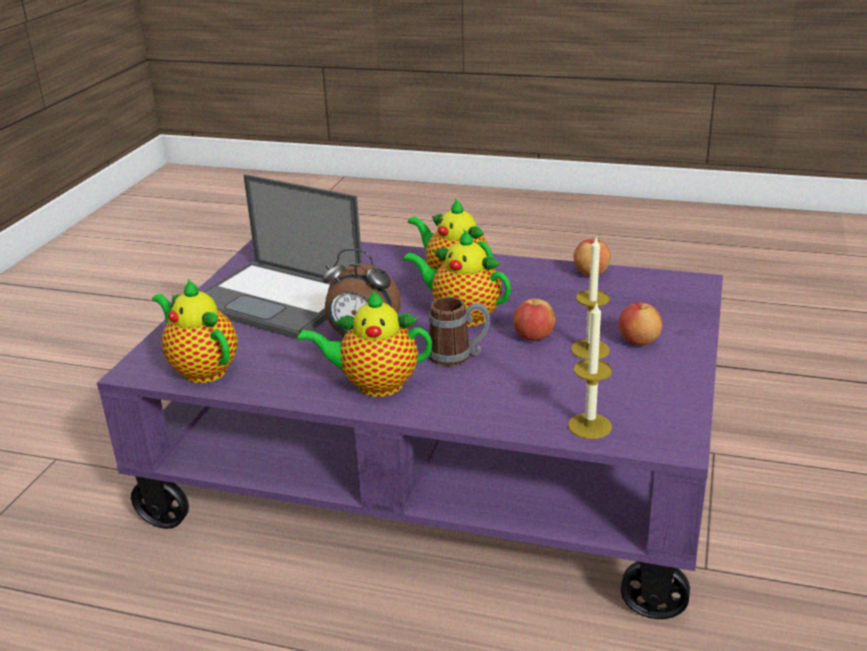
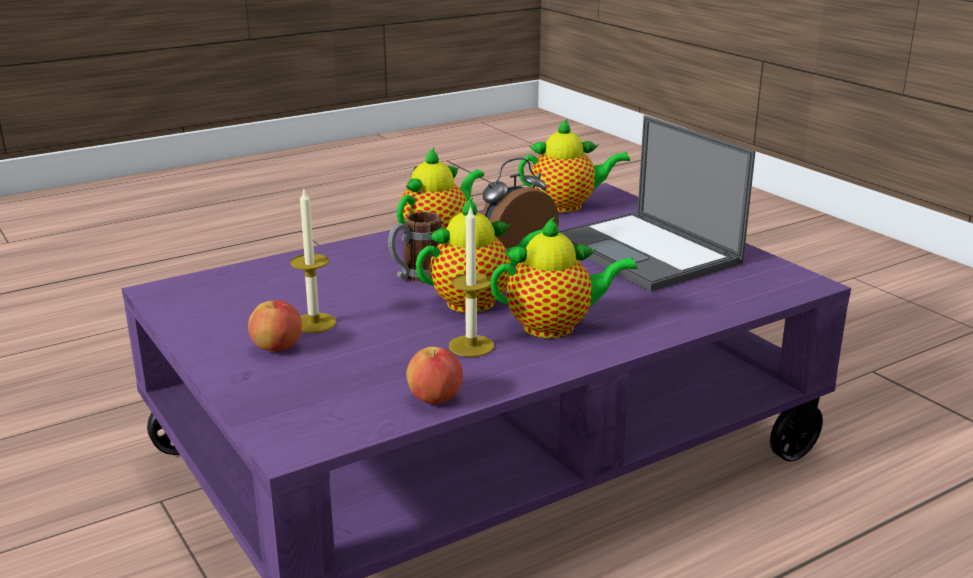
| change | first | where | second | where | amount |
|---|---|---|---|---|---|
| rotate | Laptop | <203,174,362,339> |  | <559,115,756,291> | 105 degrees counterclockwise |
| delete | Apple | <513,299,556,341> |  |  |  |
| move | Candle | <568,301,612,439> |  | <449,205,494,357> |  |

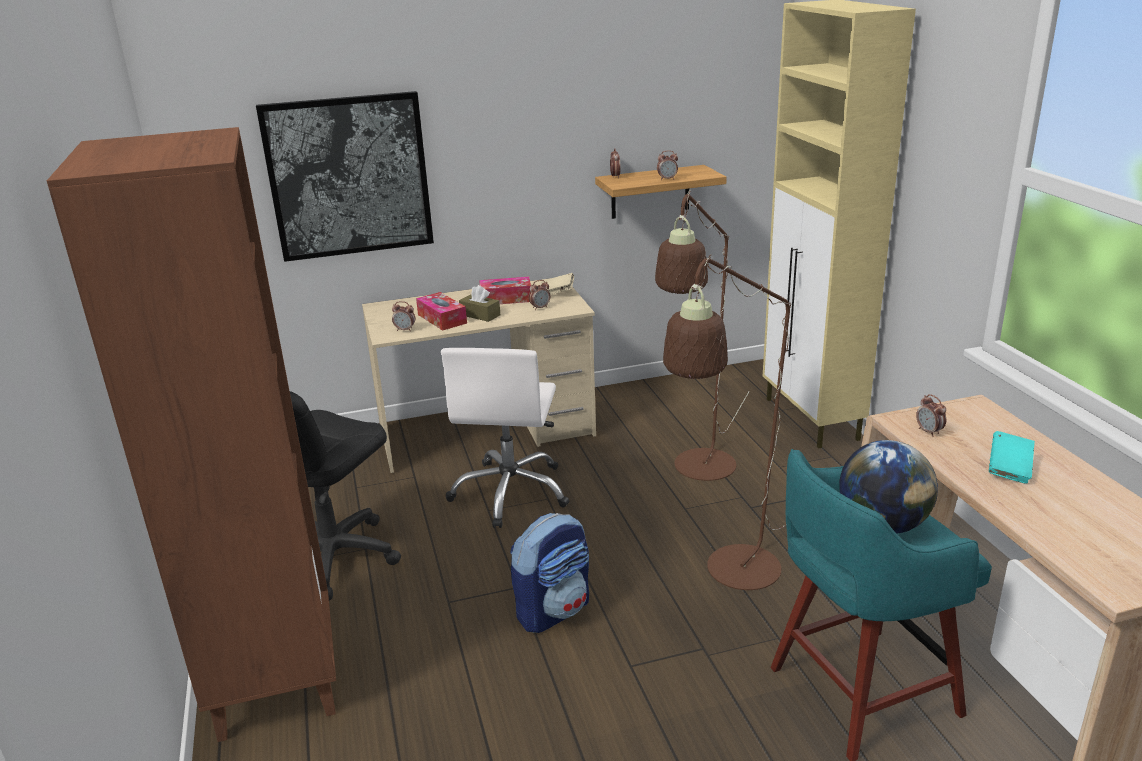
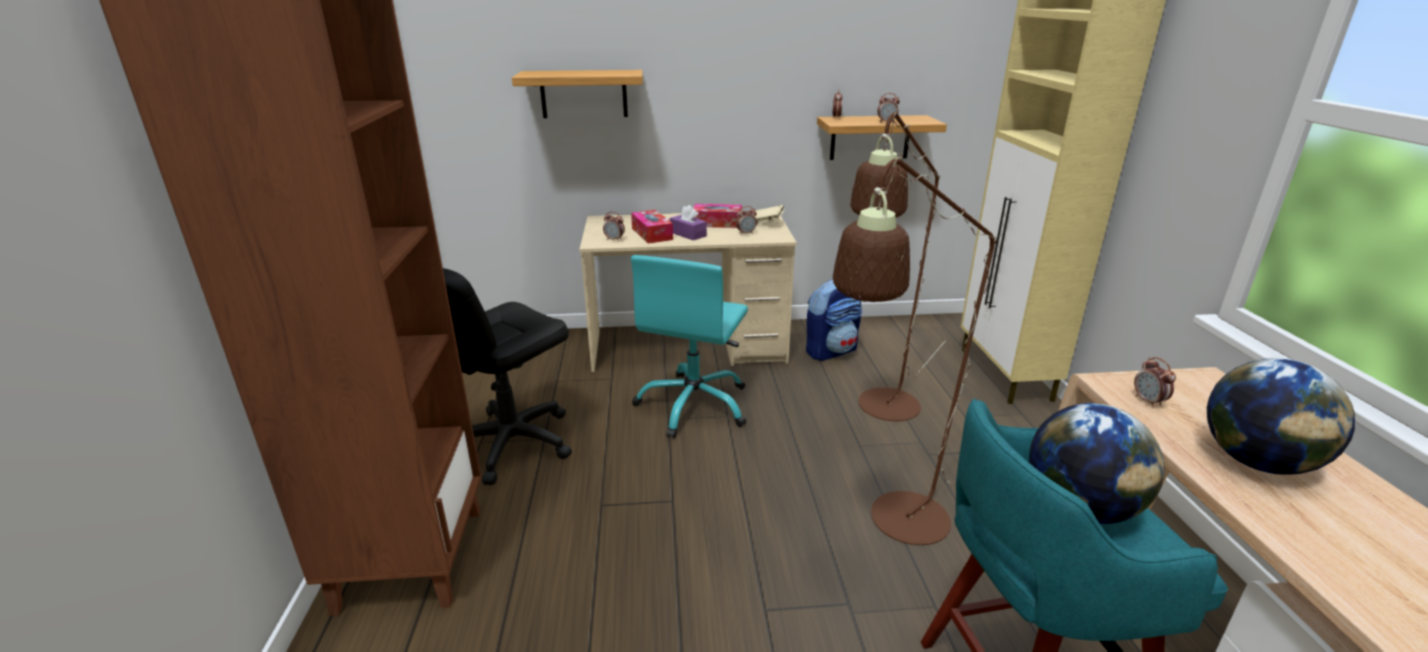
| change | first | where | second | where | amount |
|---|---|---|---|---|---|
| replace | Picture | <256,91,434,262> | Shelf | <512,70,643,118> |  |
| recolor | BrownTissueBox | <459,285,500,322> | PurpleTissueBox | <669,205,707,240> |  |
| recolor | WhiteOfficeChair | <441,348,569,528> | TurquoiseOfficeChair | <631,255,748,438> |  |
| replace | TurquoiseBook | <989,431,1035,484> | Globe | <1207,359,1355,475> |  |
| move | Backpack | <510,513,589,633> |  | <806,279,862,361> |  |

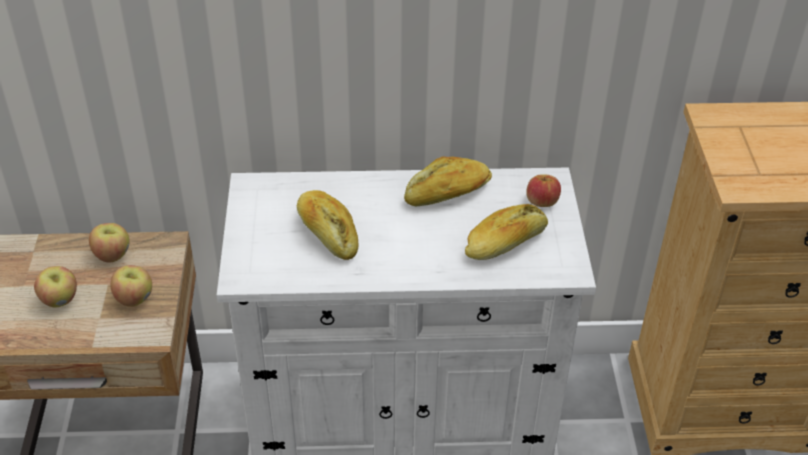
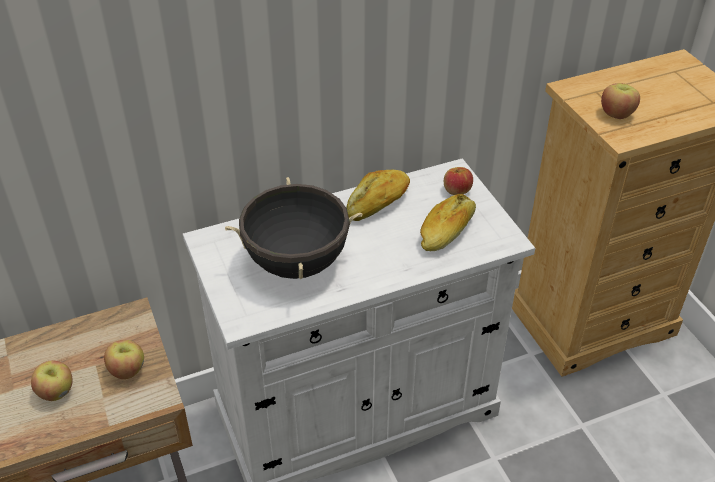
| change | first | where | second | where | amount |
|---|---|---|---|---|---|
| replace | Bread | <297,190,358,260> | BlackCookingPot | <225,177,362,279> |  |
| move | Apple | <89,223,130,262> |  | <601,83,640,119> |  |

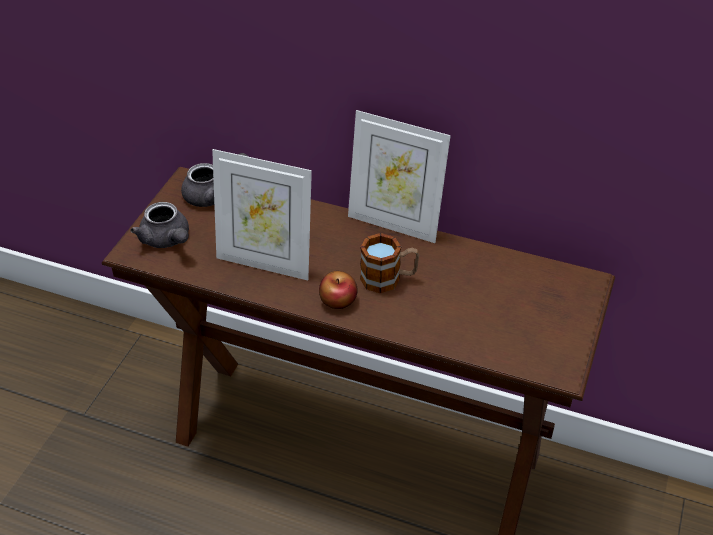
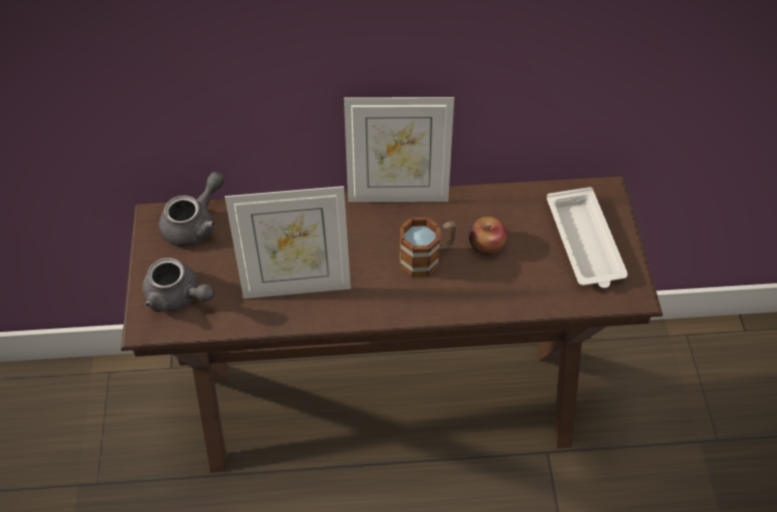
| change | first | where | second | where | amount |
|---|---|---|---|---|---|
| move | Apple | <319,271,358,309> |  | <469,216,508,255> |  |
| insert |  |  | WhiteTray | <547,187,628,288> |  |

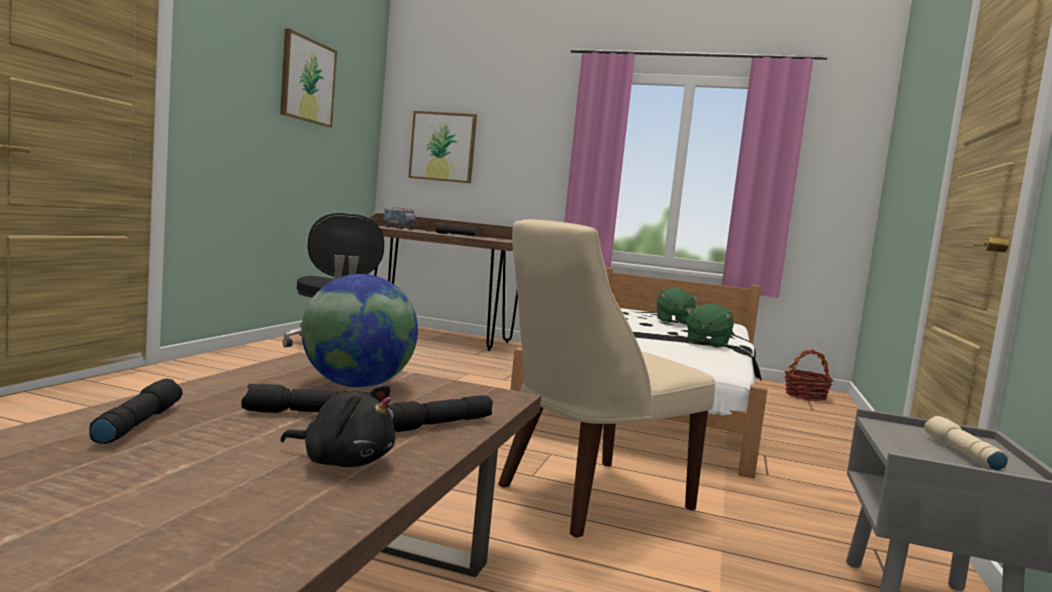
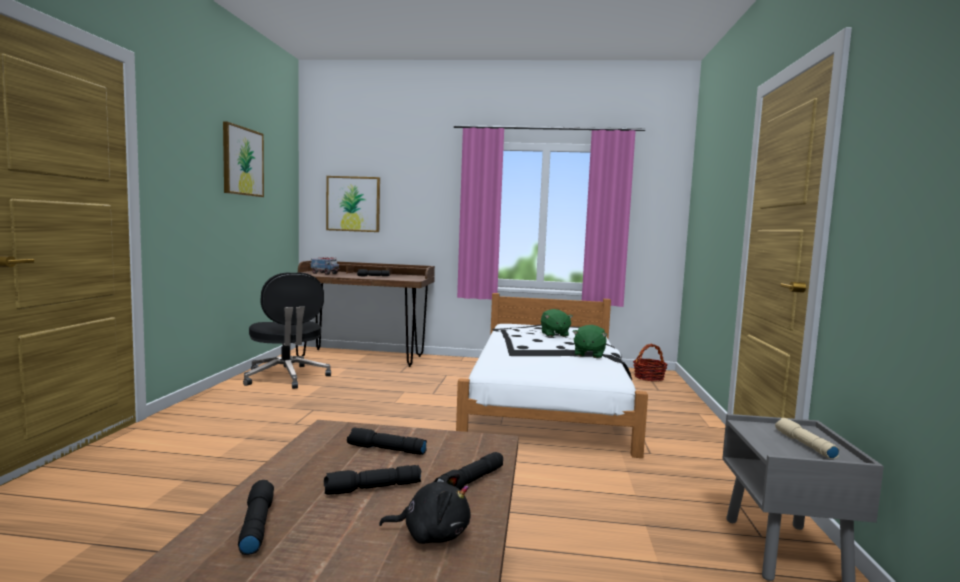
| change | first | where | second | where | amount |
|---|---|---|---|---|---|
| delete | BeigeChair | <498,219,715,538> |  |  |  |
| replace | Globe | <301,274,418,388> | BlackFlashlight | <347,428,427,455> |  |

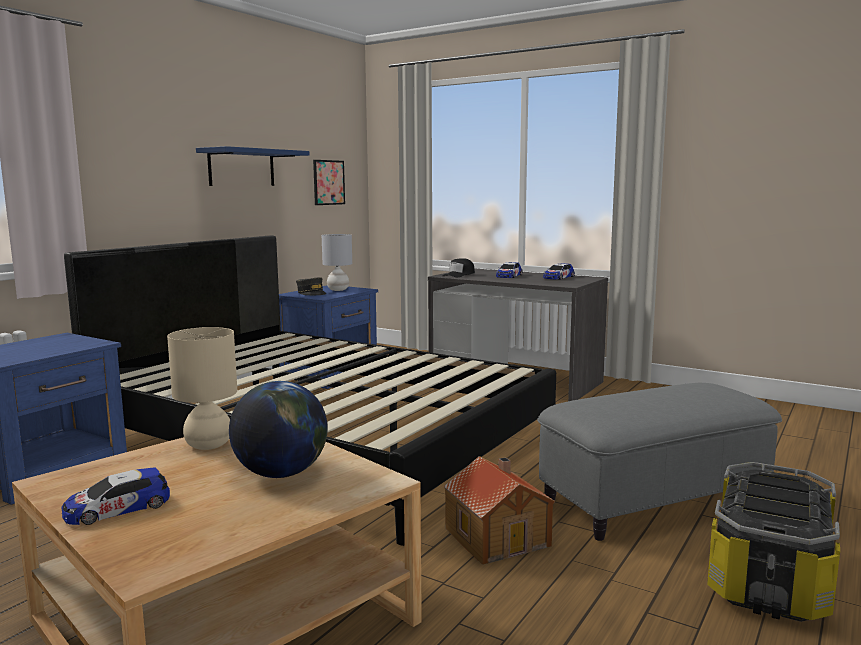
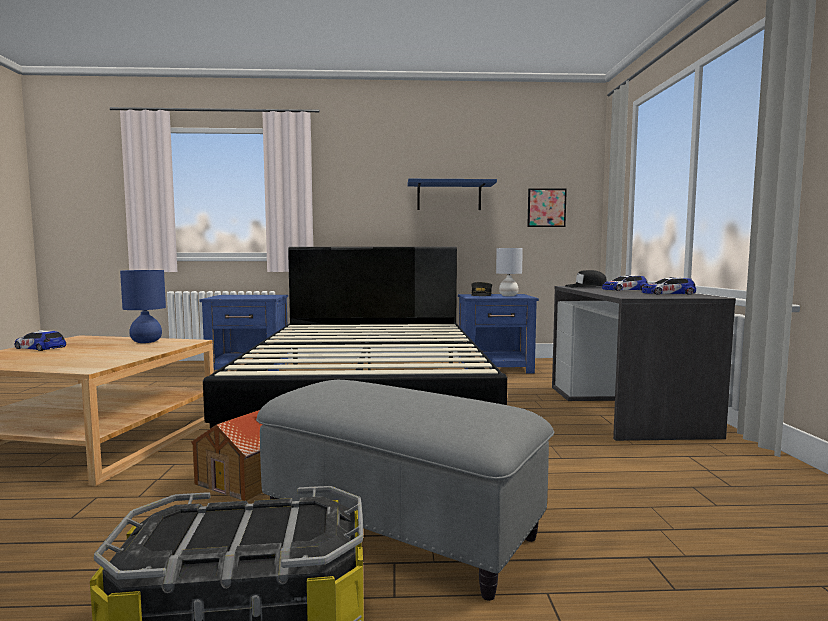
| change | first | where | second | where | amount |
|---|---|---|---|---|---|
| recolor | BeigeTableLamp | <167,327,237,450> | BlueTableLamp | <120,270,166,343> |  |
| delete | Globe | <229,381,328,478> |  |  |  |

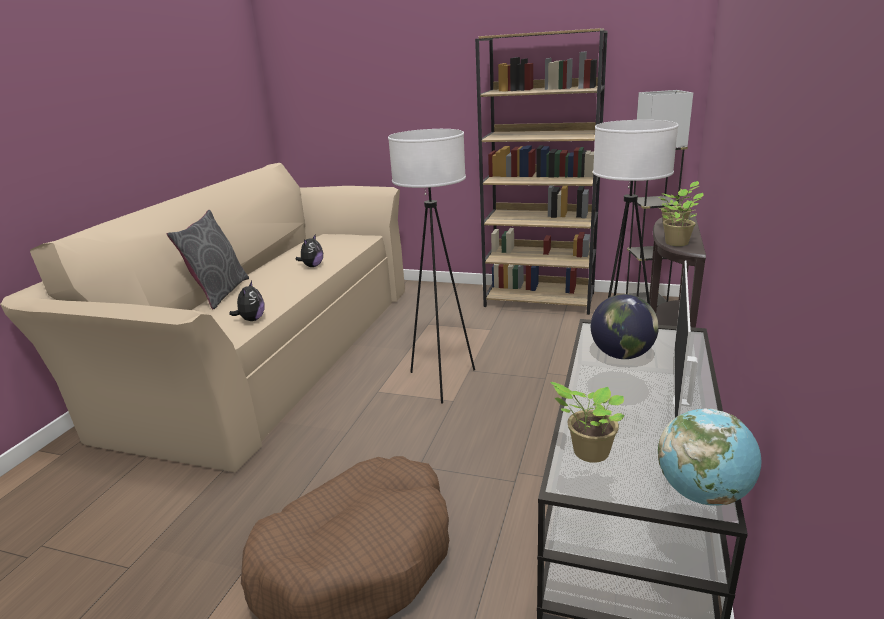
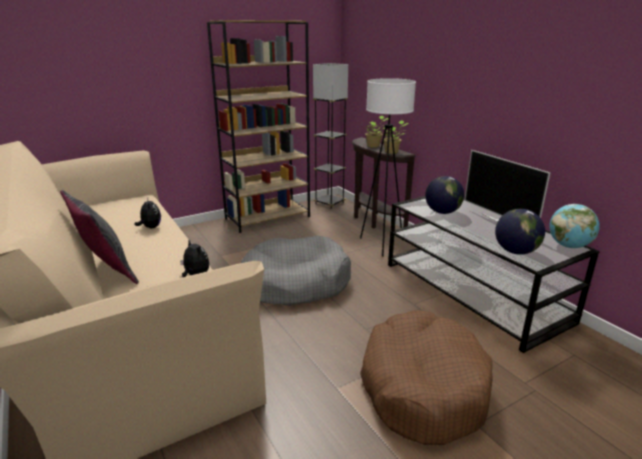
| change | first | where | second | where | amount |
|---|---|---|---|---|---|
| replace | WhiteFloorLamp | <388,129,475,404> | GreyDogBed | <241,236,351,306> |  |
| replace | PottedPlant | <550,382,625,463> | Globe | <495,209,545,255> |  |

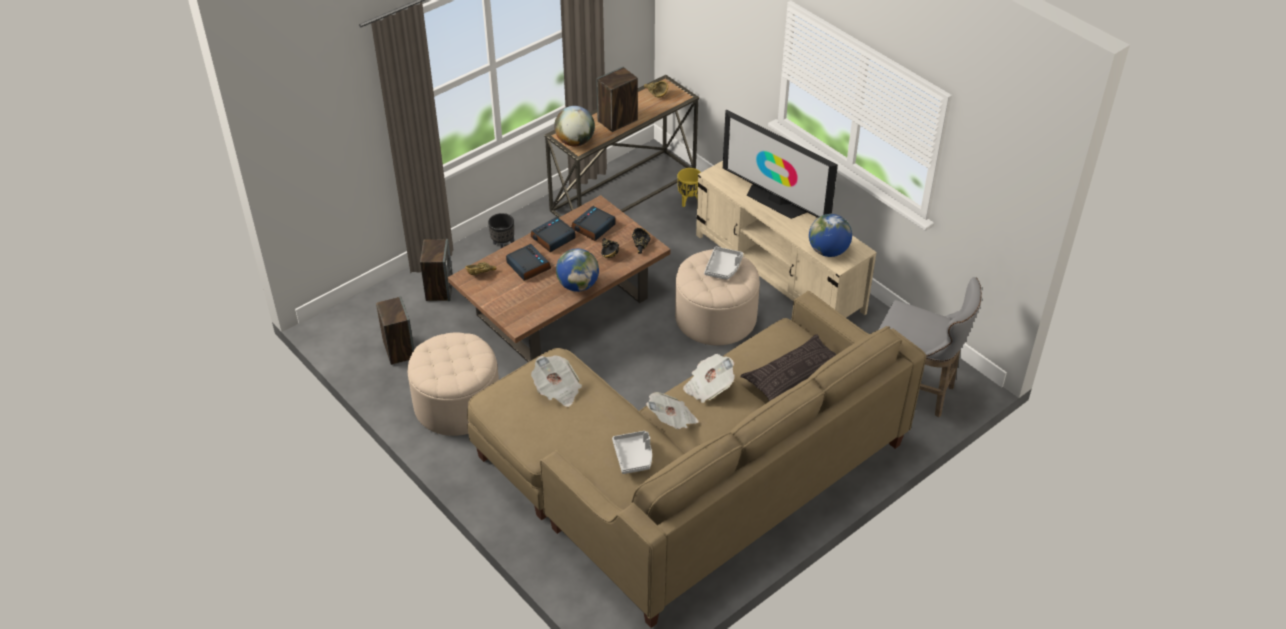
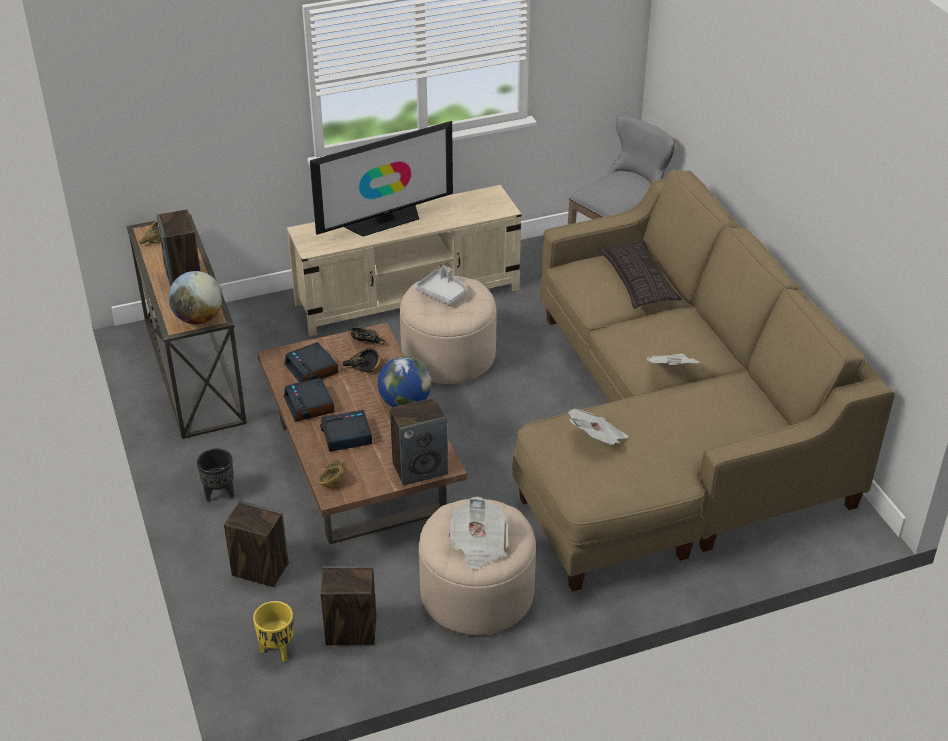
| change | first | where | second | where | amount |
|---|---|---|---|---|---|
| move | YellowPlanter | <677,168,701,207> |  | <253,601,294,662> |  |
| delete | Globe | <809,214,852,257> |  |  |  |
| move | Newspaper | <683,354,735,403> |  | <448,497,509,569> |  |
| delete | GreyTray | <612,431,652,474> |  |  |  |
| insert |  |  | Speaker | <390,398,448,486> |  |

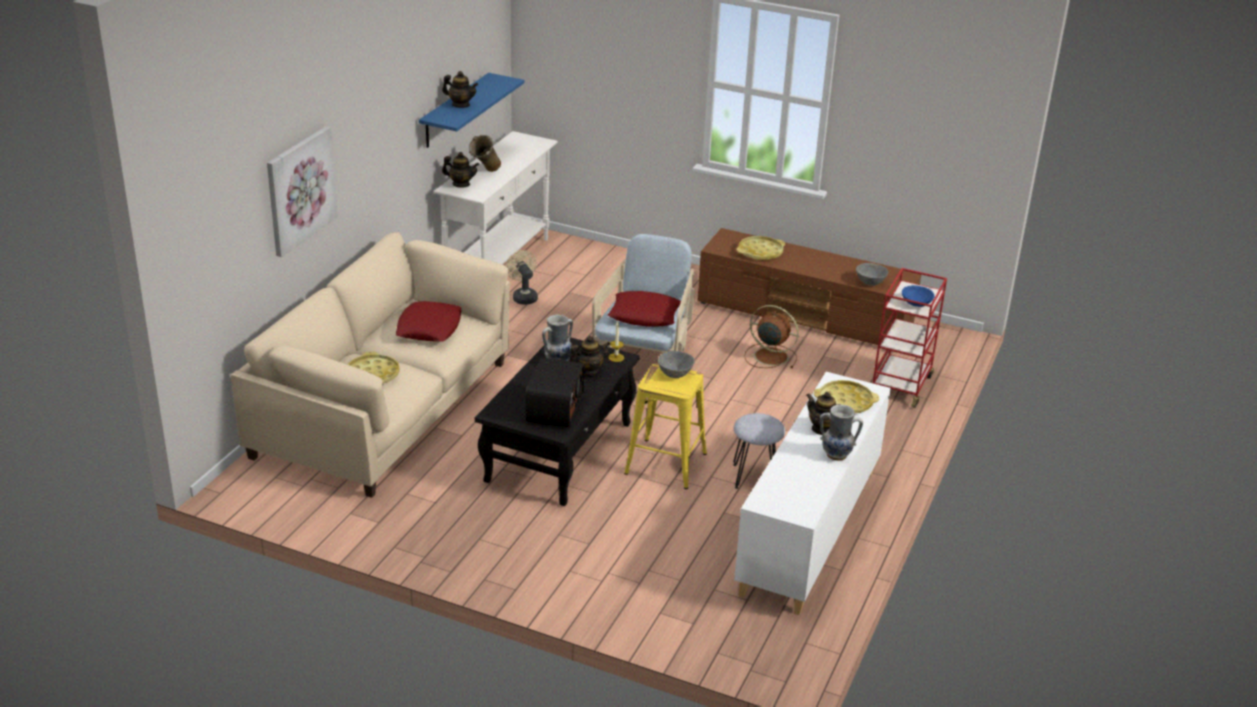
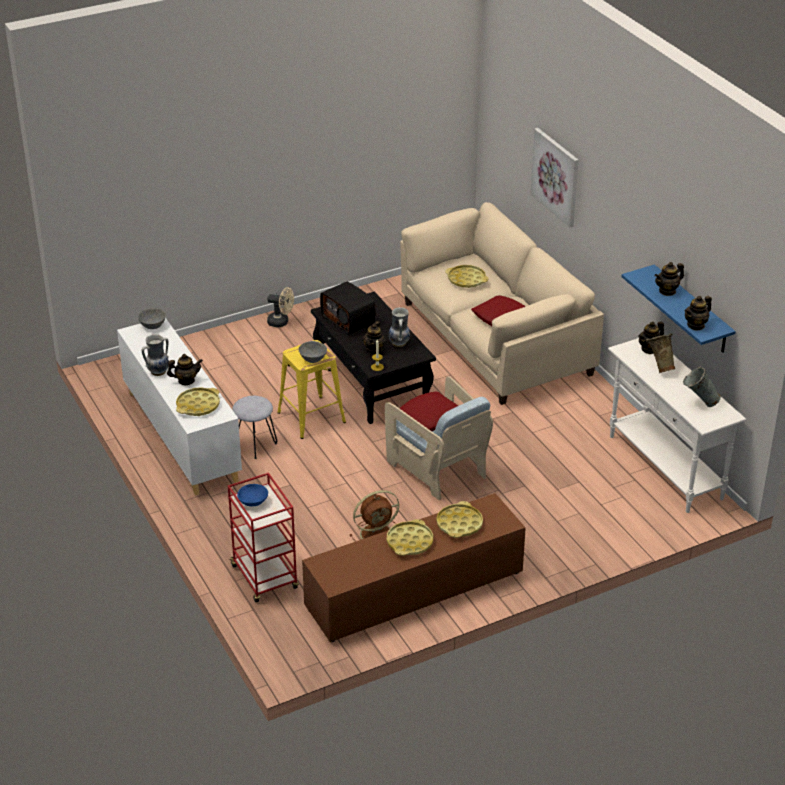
| change | first | where | second | where | amount |
|---|---|---|---|---|---|
| move | BeigeFan | <505,250,538,305> |  | <267,287,294,327> |  |
| move | GreyBowl | <856,263,888,286> |  | <138,308,166,329> |  |
| insert |  |  | Teapot | <685,296,712,331> |  |
| insert |  |  | GreyVase | <683,366,721,407> |  |
| insert |  |  | YellowTray | <387,519,433,556> |  |

